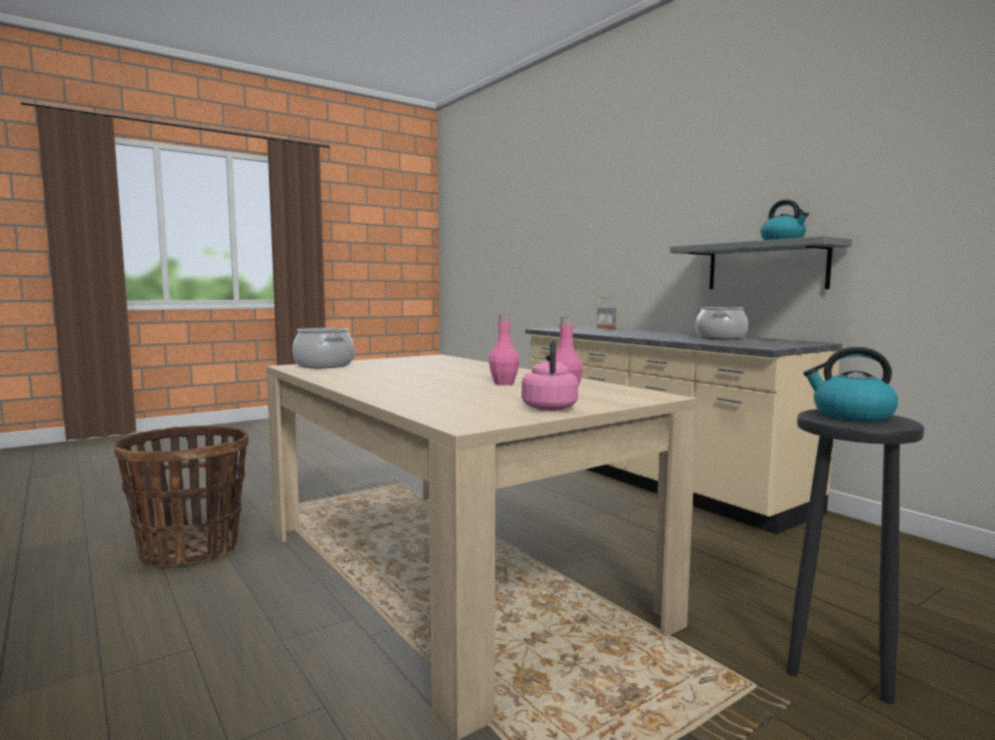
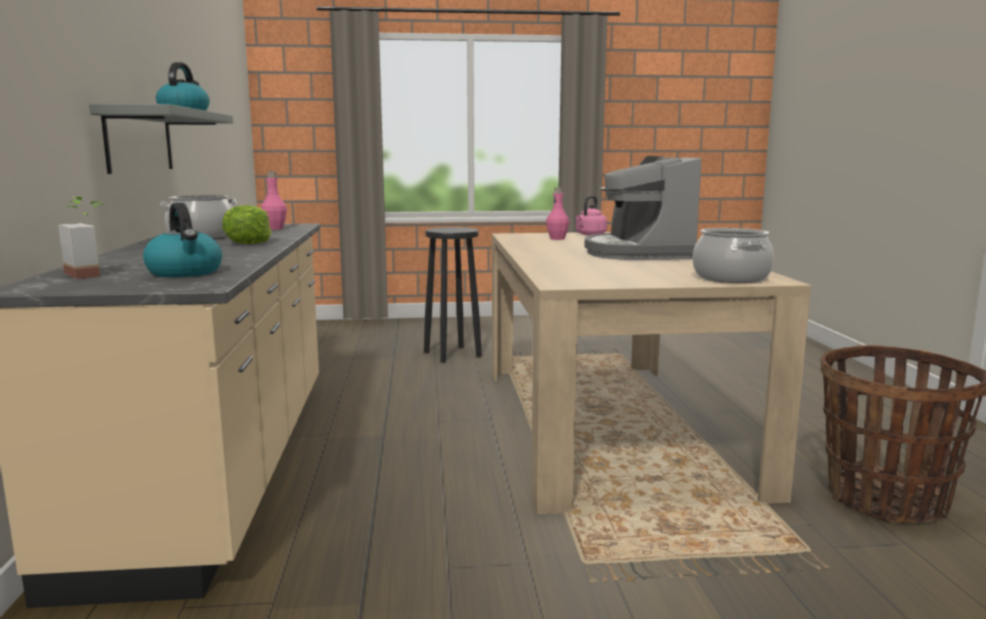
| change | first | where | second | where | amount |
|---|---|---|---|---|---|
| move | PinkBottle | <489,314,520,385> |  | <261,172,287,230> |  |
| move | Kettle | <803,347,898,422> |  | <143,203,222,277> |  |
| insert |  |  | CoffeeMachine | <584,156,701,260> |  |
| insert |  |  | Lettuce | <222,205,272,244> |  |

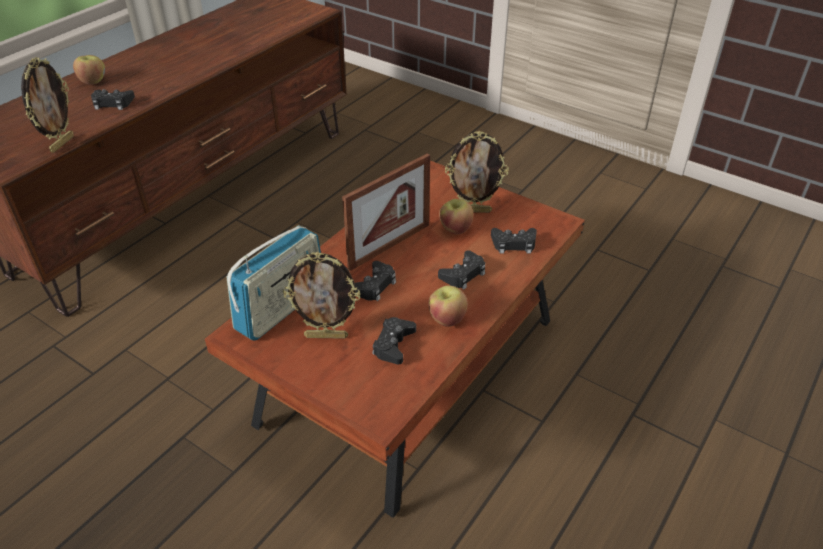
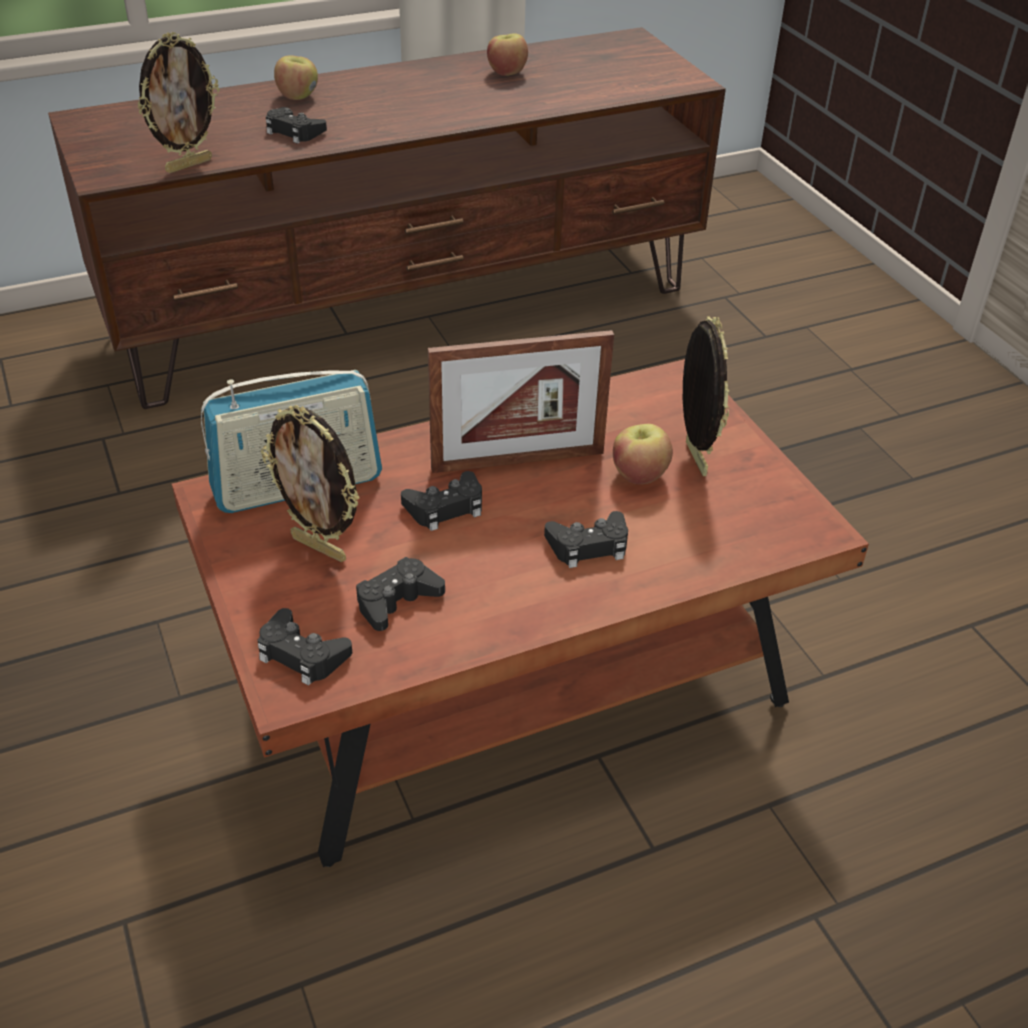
| change | first | where | second | where | amount |
|---|---|---|---|---|---|
| rotate | PictureFrame | <445,131,509,213> |  | <683,316,729,476> | 135 degrees counterclockwise |
| move | BlackGameController | <491,228,537,254> |  | <257,608,352,686> |  |
| move | Apple | <428,285,468,327> |  | <487,33,528,76> |  |

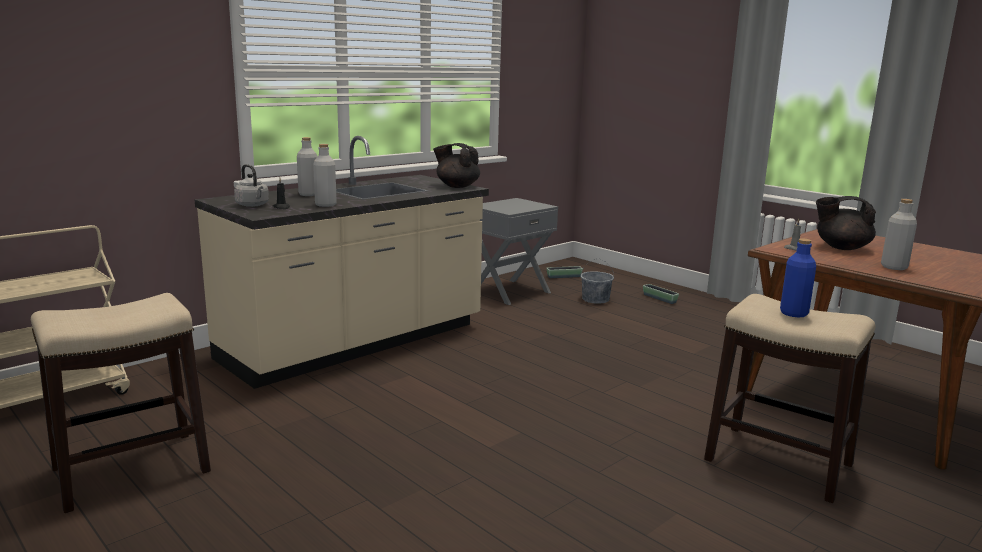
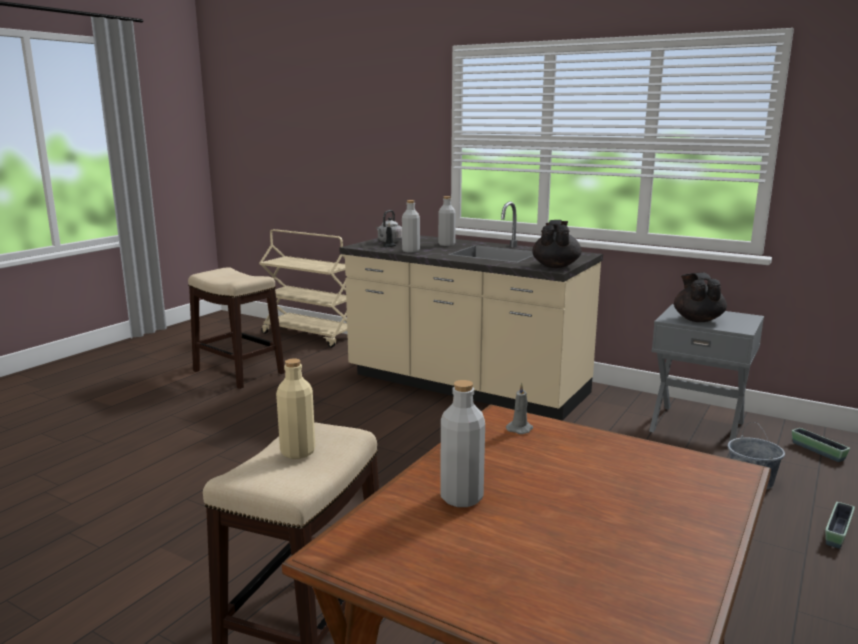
| change | first | where | second | where | amount |
|---|---|---|---|---|---|
| move | BlackTeapot | <816,196,876,250> |  | <674,272,727,322> |  |
| recolor | BlueBottle | <780,238,816,318> | BeigeBottle | <276,359,315,459> |  |

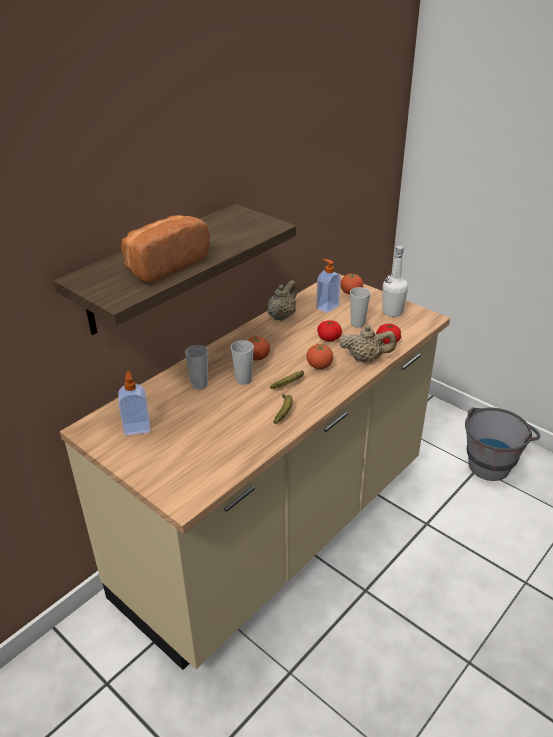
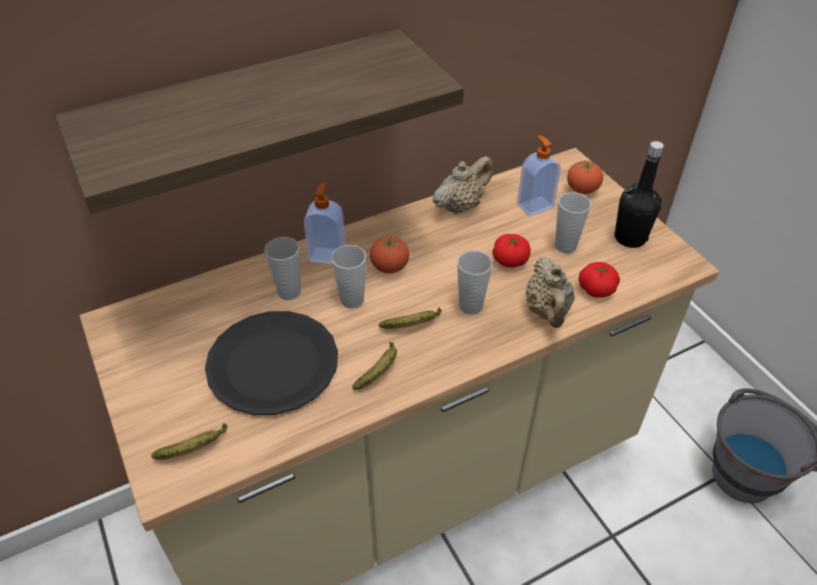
| change | first | where | second | where | amount |
|---|---|---|---|---|---|
| delete | Bread | <121,215,210,283> |  |  |  |
| recolor | WhiteBottle | <383,245,408,317> | BlackBottle | <615,141,664,248> |  |
| rotate | BeigeTeapot | <339,325,397,362> |  | <525,257,575,328> | 60 degrees clockwise |
| replace | Tomato | <306,343,333,369> | Cup | <457,250,492,315> |  |
| move | SoapDispenser | <118,371,150,436> |  | <304,182,346,265> |  |
| insert |  |  | BlackPlate | <205,311,338,415> |  |
| insert |  |  | Banana | <151,423,227,460> |  |

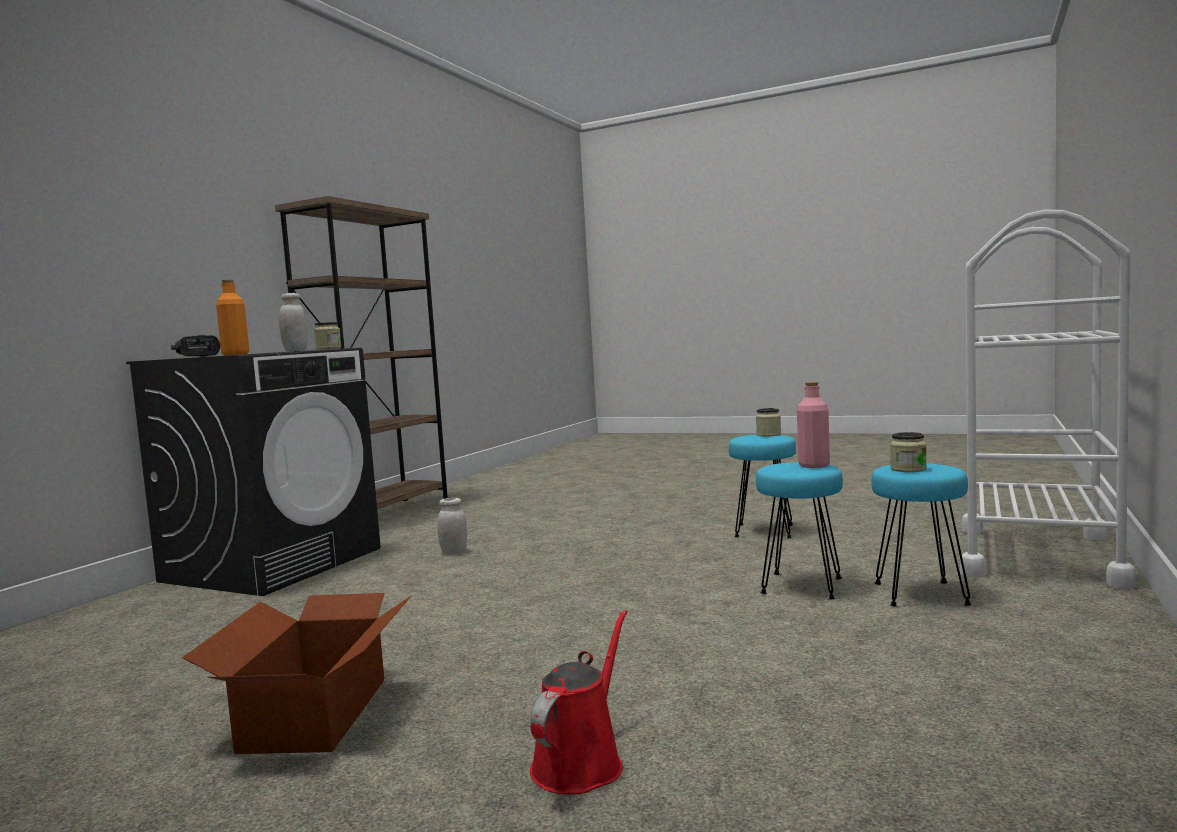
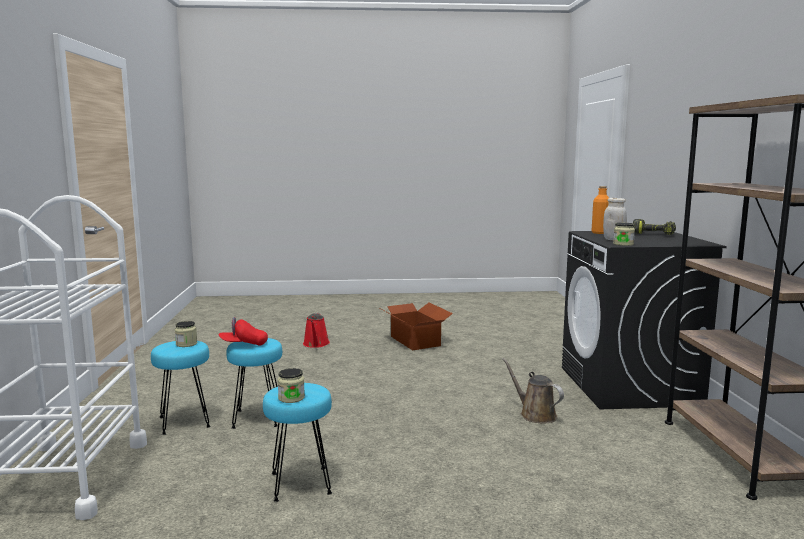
| change | first | where | second | where | amount |
|---|---|---|---|---|---|
| replace | PinkBottle | <797,382,830,468> | RedCap | <219,317,268,345> |  |
| replace | WhiteJar | <438,498,467,554> | BrownWateringCan | <502,358,564,423> |  |

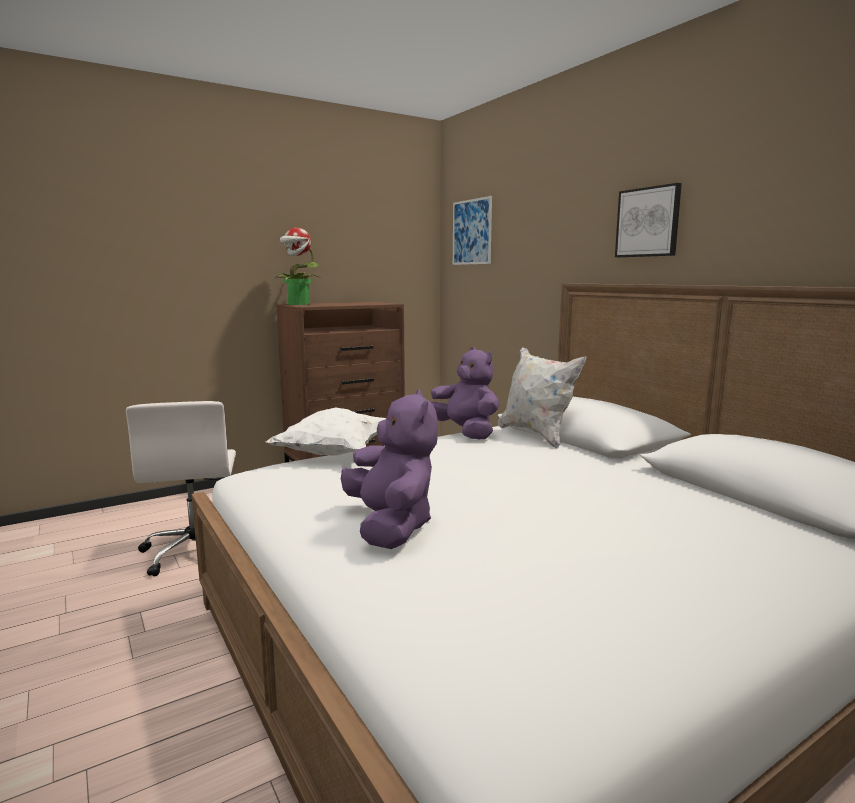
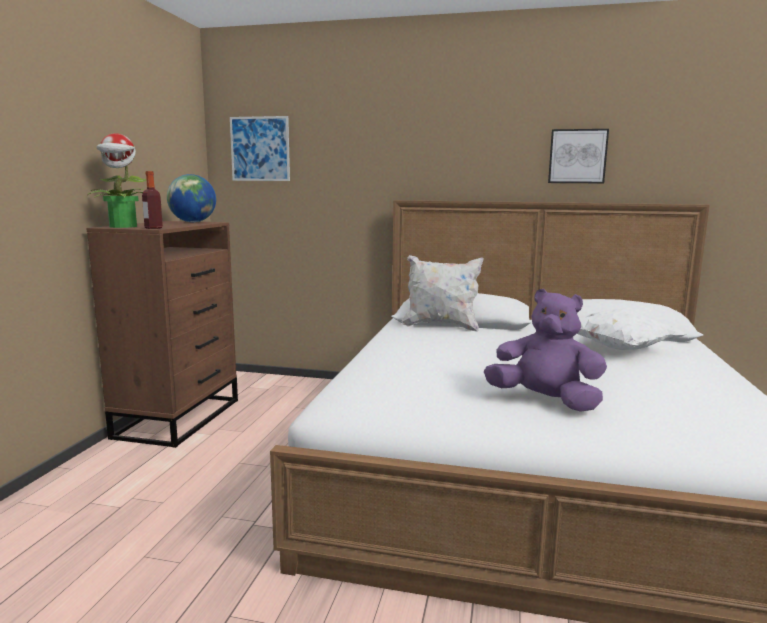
| change | first | where | second | where | amount |
|---|---|---|---|---|---|
| move | Picture | <615,183,682,257> |  | <548,129,609,183> |  |
| delete | PurplePlushToy | <431,347,499,439> |  |  |  |
| delete | WhiteOfficeChair | <126,401,236,576> |  |  |  |
| move | WhitePillow | <265,408,386,455> |  | <577,308,687,350> |  |
| insert |  |  | Bottle | <142,171,163,229> |  |
| insert |  |  | Globe | <167,174,216,222> |  |

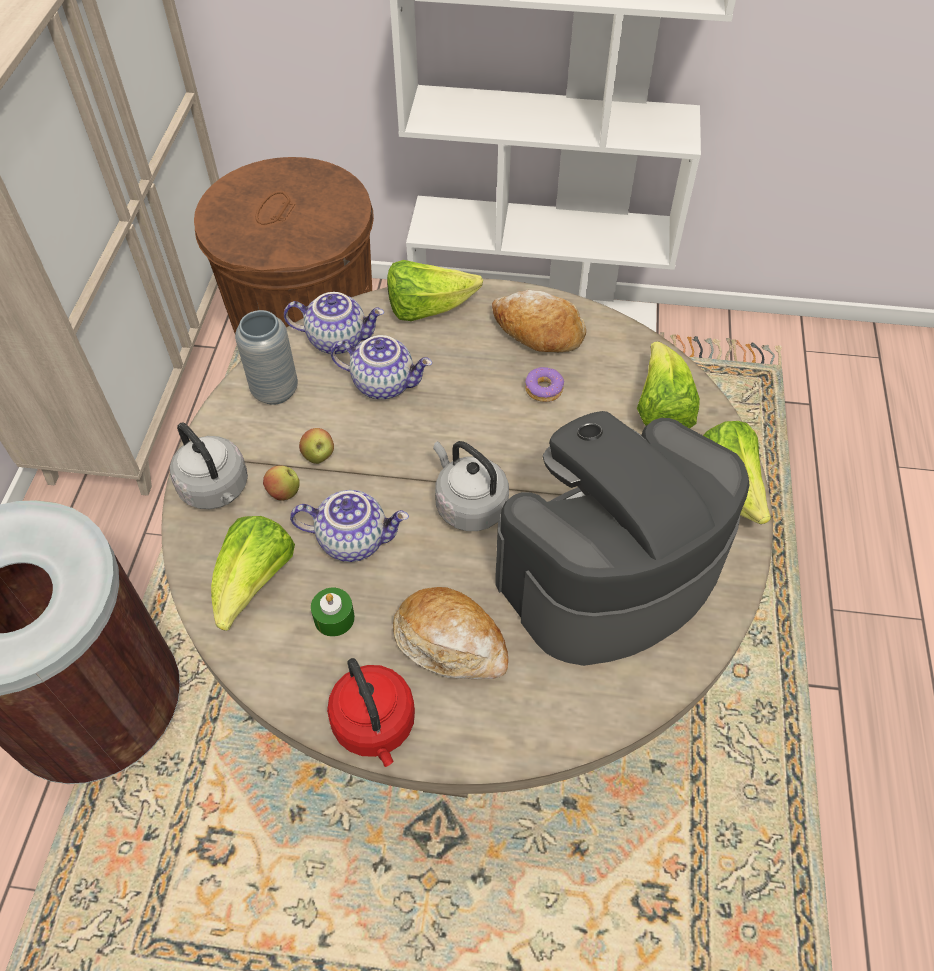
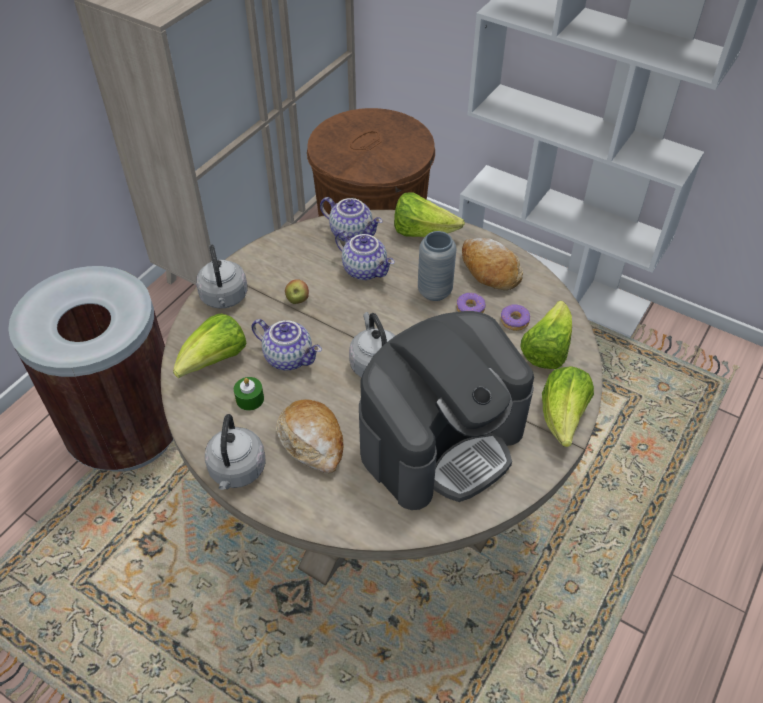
| change | first | where | second | where | amount |
|---|---|---|---|---|---|
| move | GreyVase | <235,310,298,405> |  | <418,231,456,301> |  |
| rotate | CoffeeMachine | <496,411,749,666> |  | <359,311,534,510> | 150 degrees clockwise |
| delete | Apple | <263,466,300,501> |  |  |  |
| recolor | RedKettle | <327,658,415,767> | GreyKettle | <205,414,266,490> |  |
| insert |  |  | Donut | <501,304,530,331> |  |

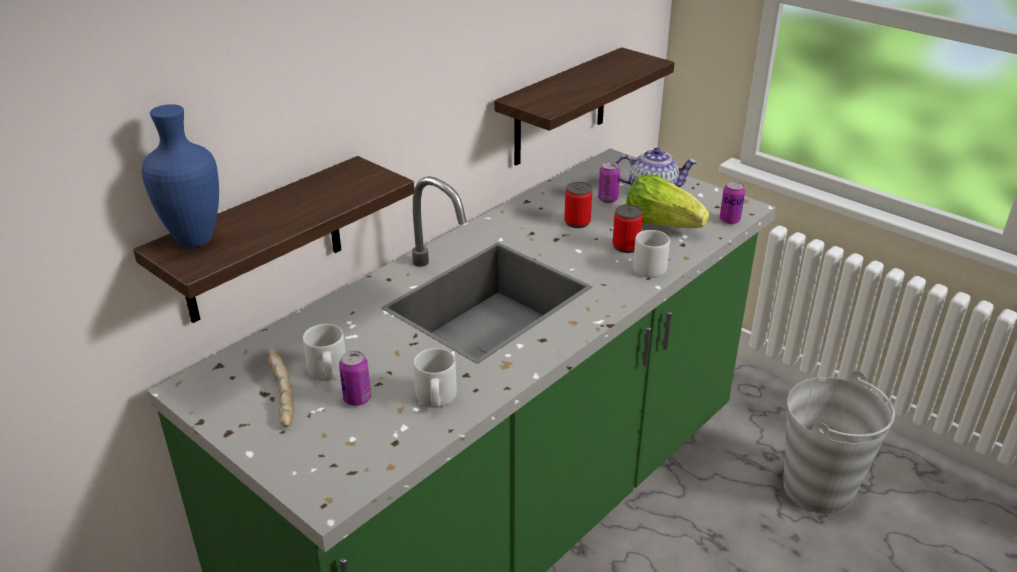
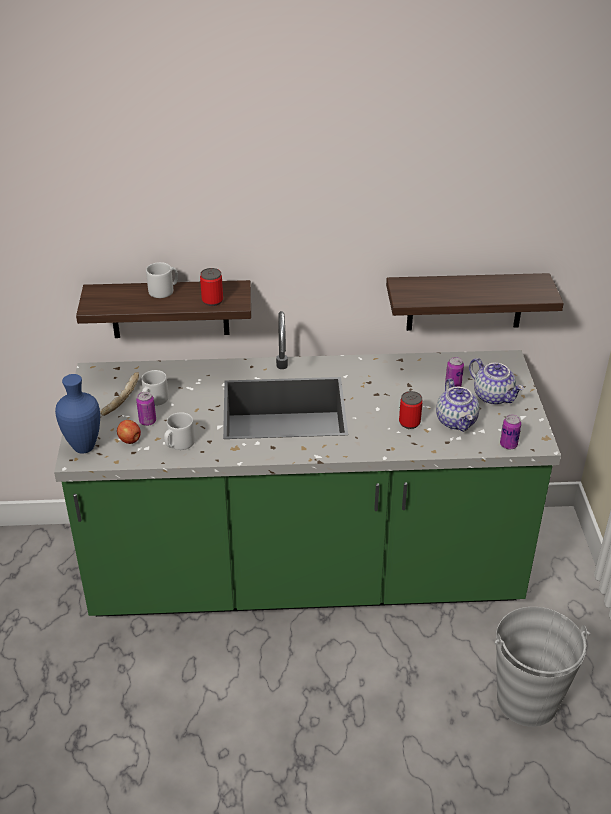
| change | first | where | second | where | amount |
|---|---|---|---|---|---|
| move | BlueVase | <142,104,219,248> |  | <55,374,100,454> |  |
| replace | Lettuce | <626,174,709,228> | Teapot | <436,378,479,432> |  |
| move | Can | <564,182,592,228> |  | <200,268,223,306> |  |
| move | GreyMug | <633,230,670,278> |  | <146,262,178,298> |  |
| insert |  |  | Apple | <117,420,141,444> |  |

